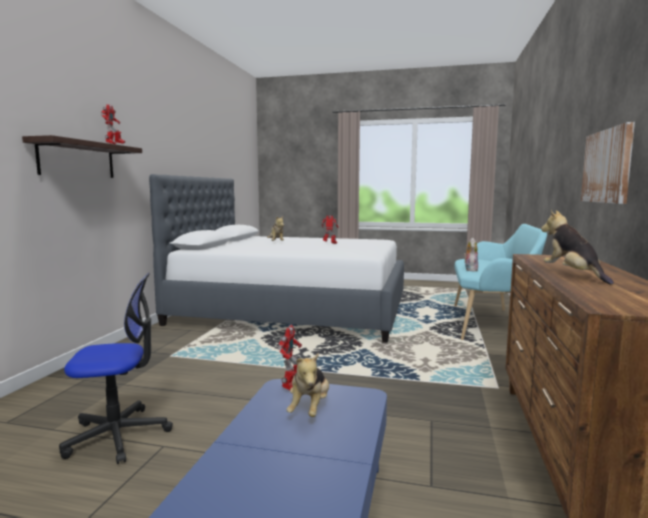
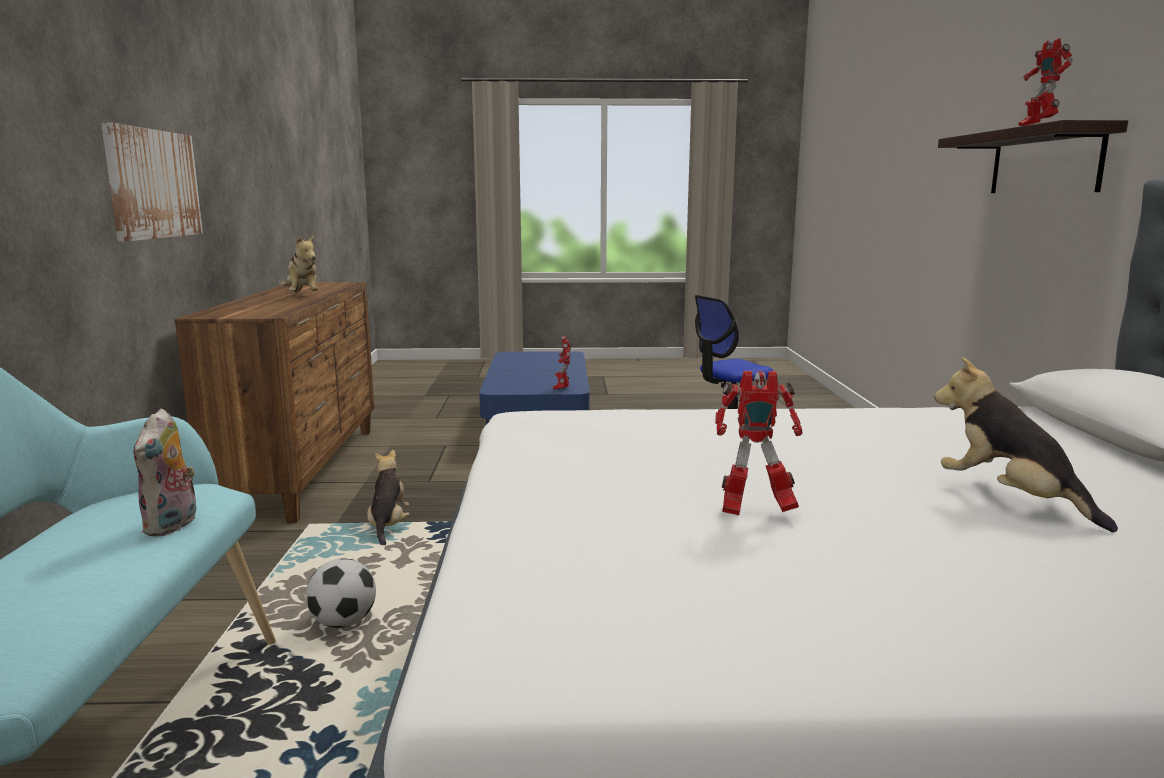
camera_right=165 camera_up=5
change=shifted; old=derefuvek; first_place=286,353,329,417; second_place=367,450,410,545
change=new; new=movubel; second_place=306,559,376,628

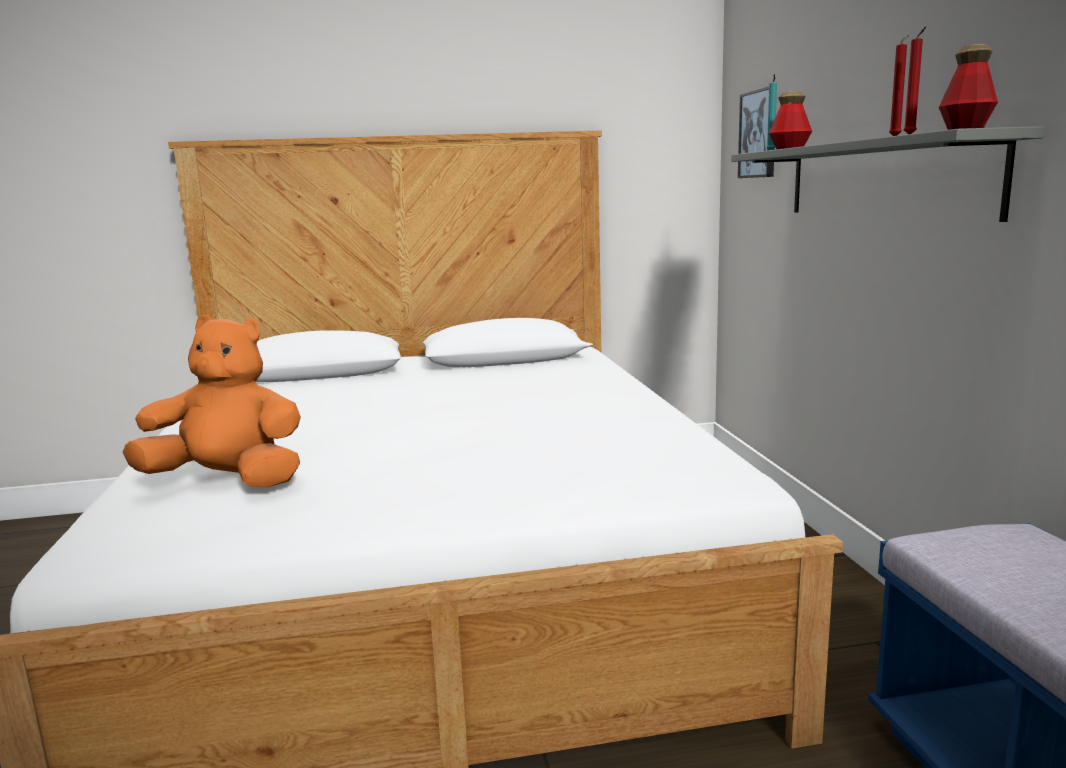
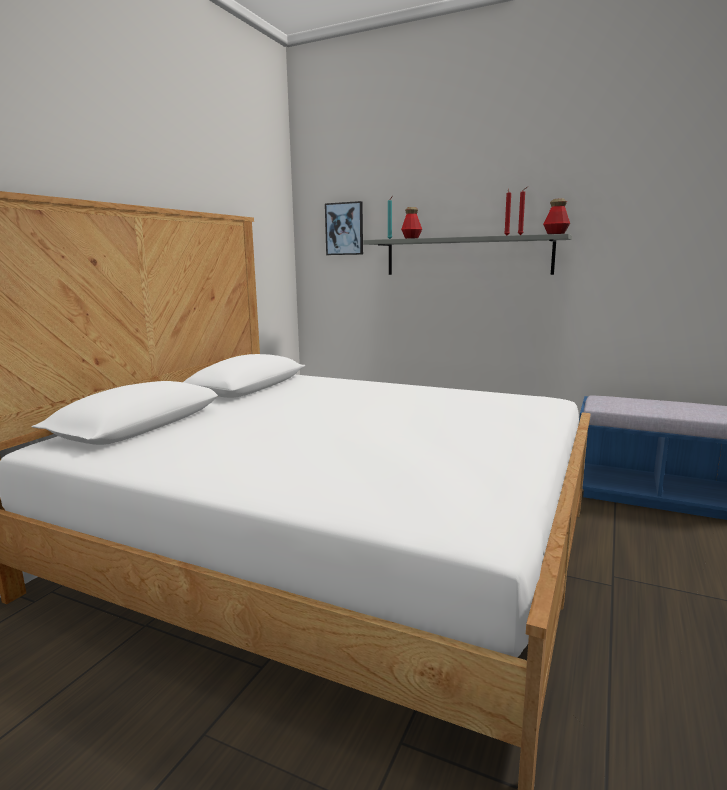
camera_right=-55 camera_up=0
change=gone; old=orange_derefuvek; first_place=123,315,301,488

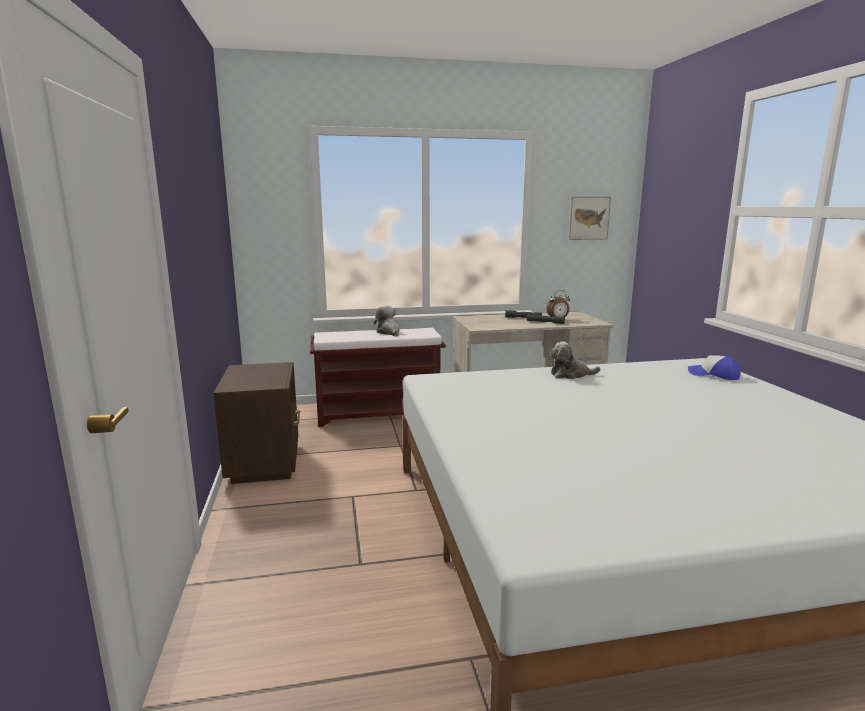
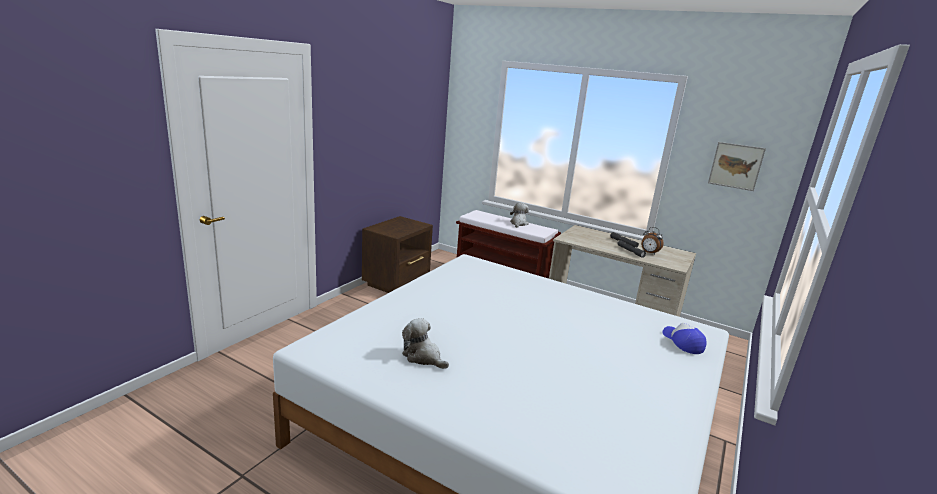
camera_right=40 camera_up=5
change=shifted; old=derefuvek; first_place=550,342,600,379; second_place=402,318,449,369

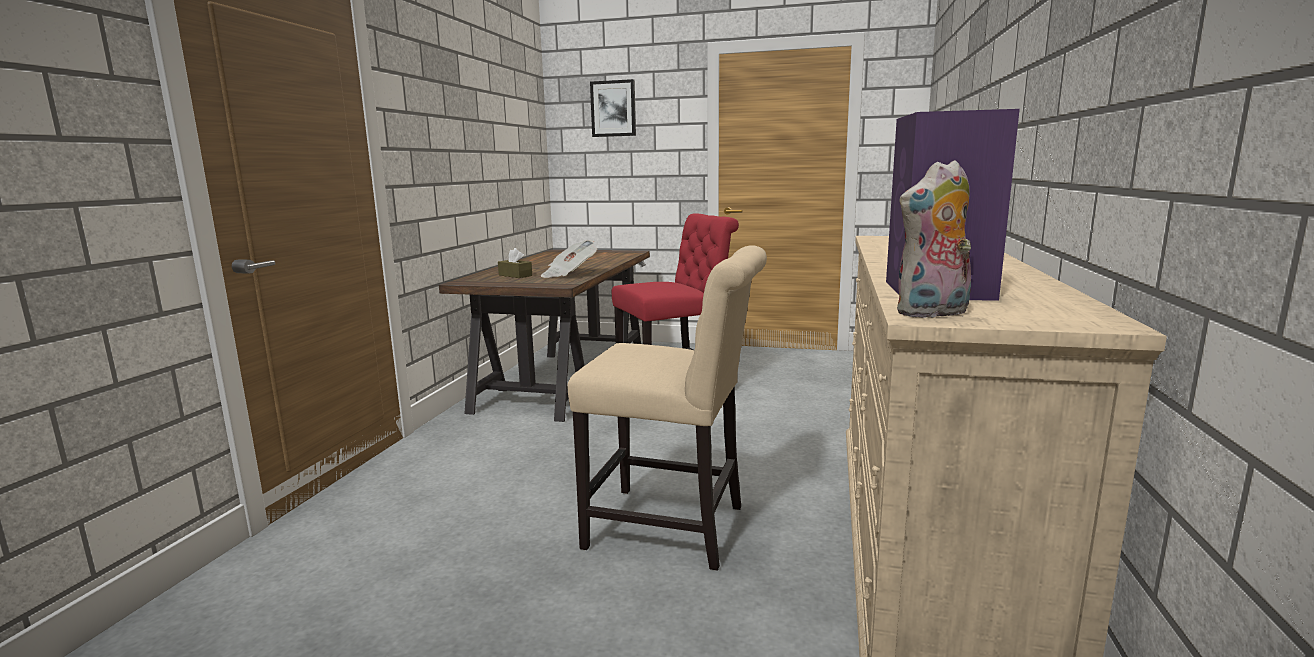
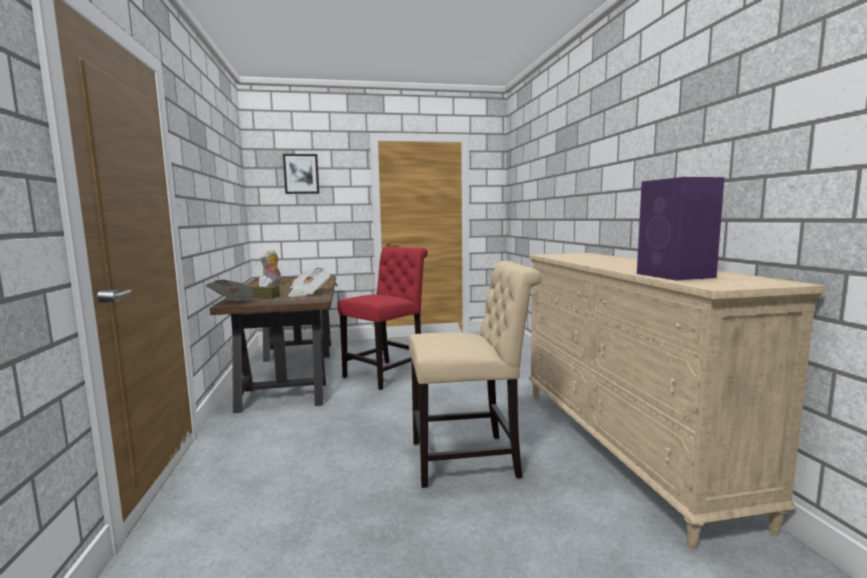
camera_right=-25 camera_up=-5
change=shifted; old=derefuvek; first_place=897,160,971,318; second_place=260,250,281,285
change=new; new=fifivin; second_place=206,280,256,299

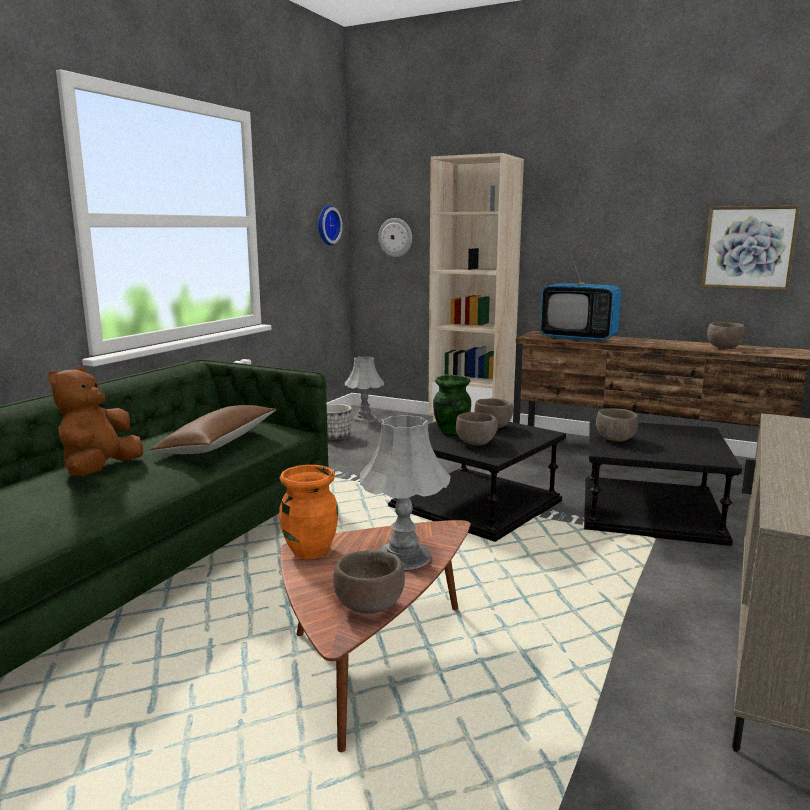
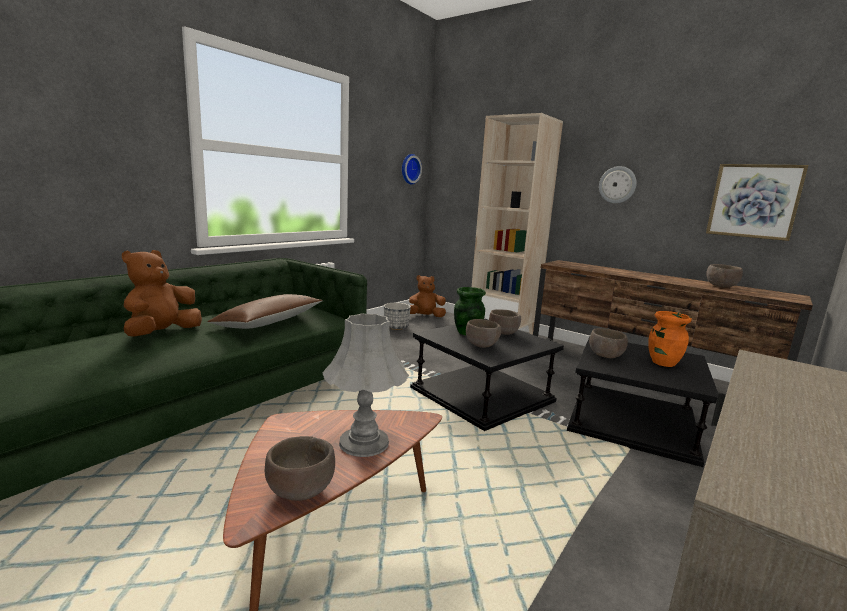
camera_right=10 camera_up=0
change=shifted; old=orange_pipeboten; first_place=279,465,338,559; second_place=648,311,692,367
change=swapped; old=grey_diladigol; new=brown_derefuvek; first_place=345,356,384,423; second_place=409,275,446,317
change=shifted; old=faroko; first_place=378,218,412,257; second_place=599,166,637,203
change=gone; old=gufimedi; first_place=540,248,622,342

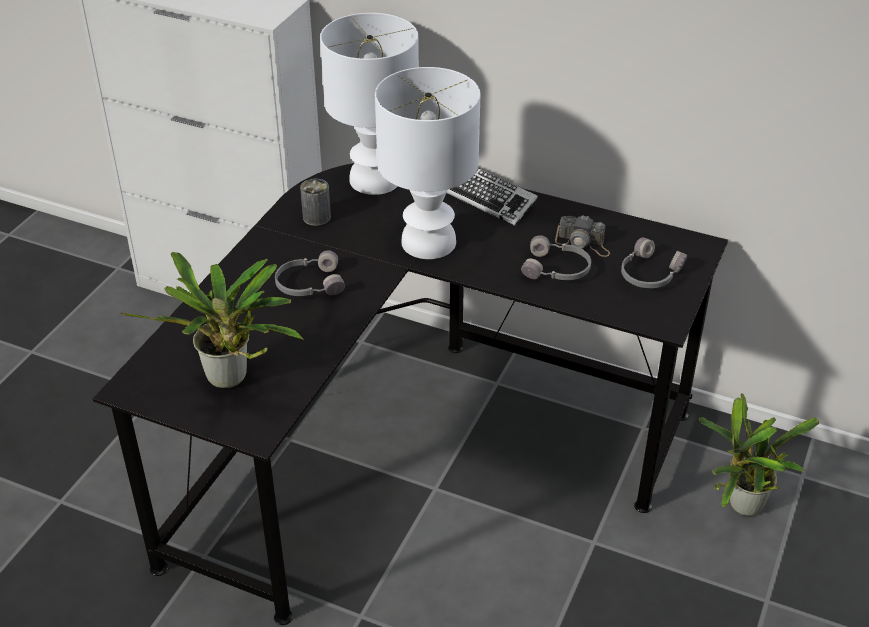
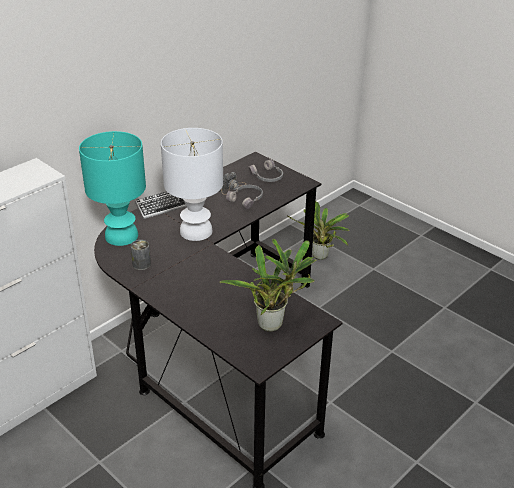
camera_right=-70 camera_up=-5
change=gone; old=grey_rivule; first_place=275,250,345,296
change=repainted; old=white_diladigol; new=turquoise_diladigol; first_place=320,13,419,195; second_place=79,131,146,246

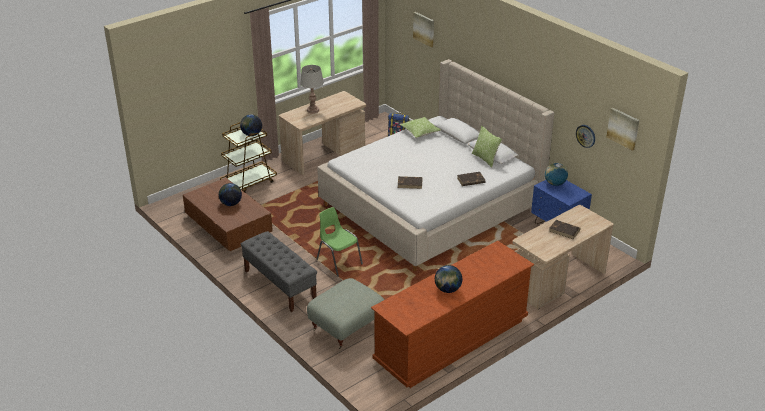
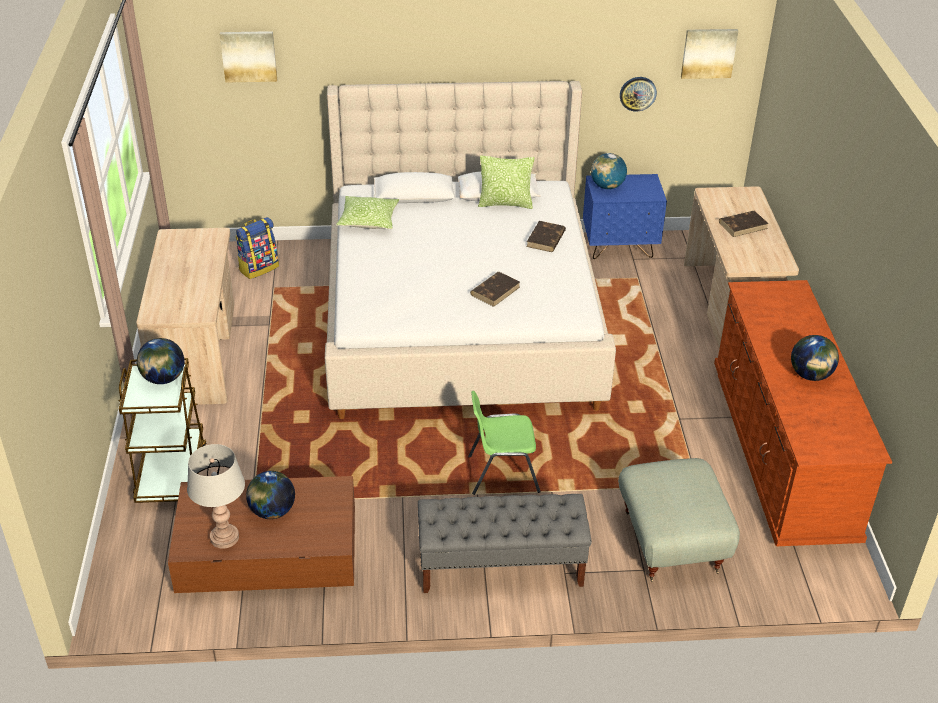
camera_right=-55 camera_up=5
change=shifted; old=grey_diladigol; first_place=300,65,324,114; second_place=187,444,245,549

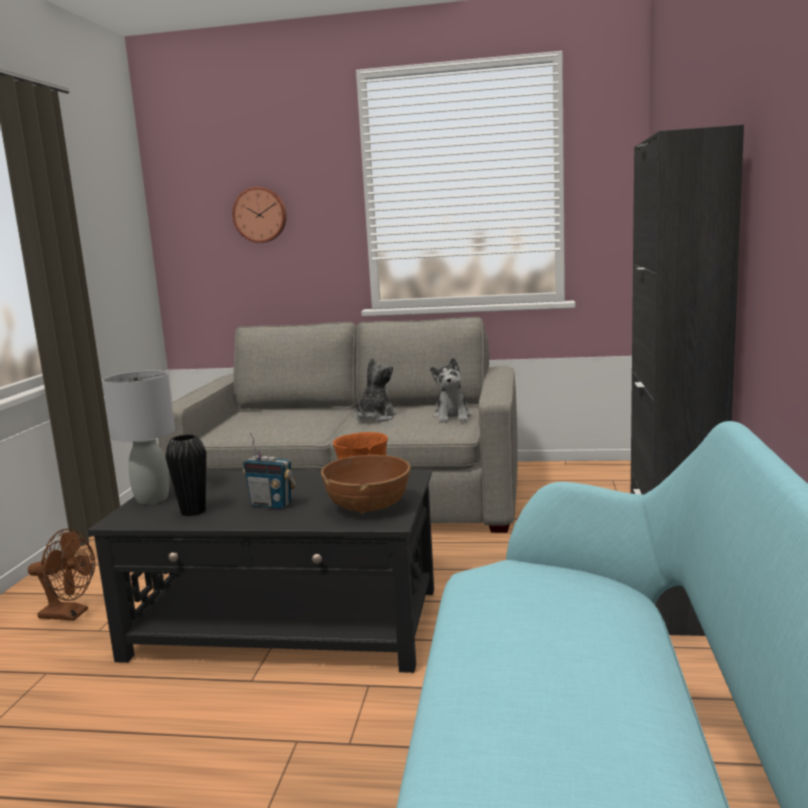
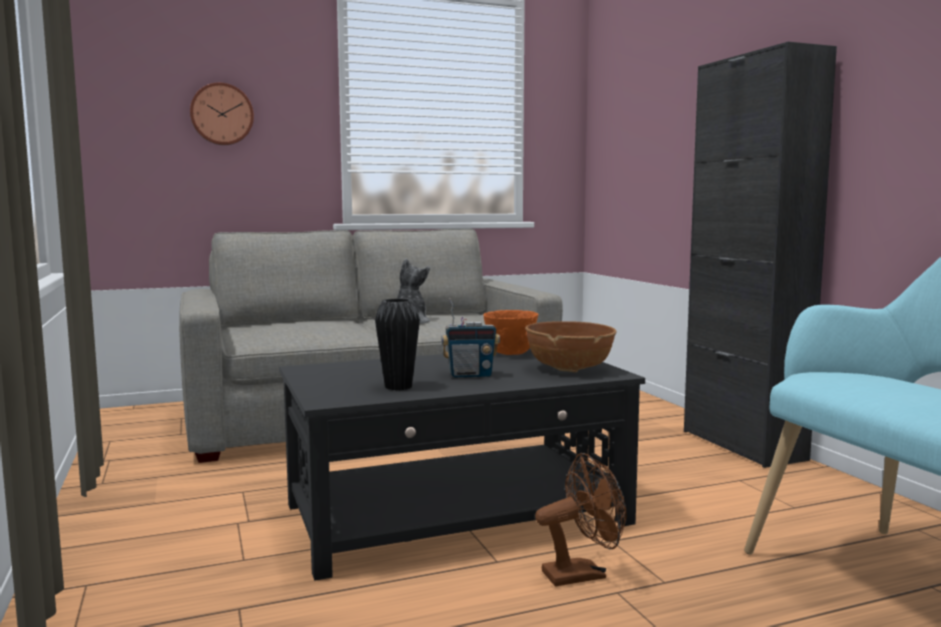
camera_right=-30 camera_up=-5
change=shifted; old=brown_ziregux; first_place=28,529,95,621; second_place=535,453,627,586
change=gone; old=grey_diladigol; first_place=102,370,175,504
change=gone; old=derefuvek; first_place=430,358,471,423

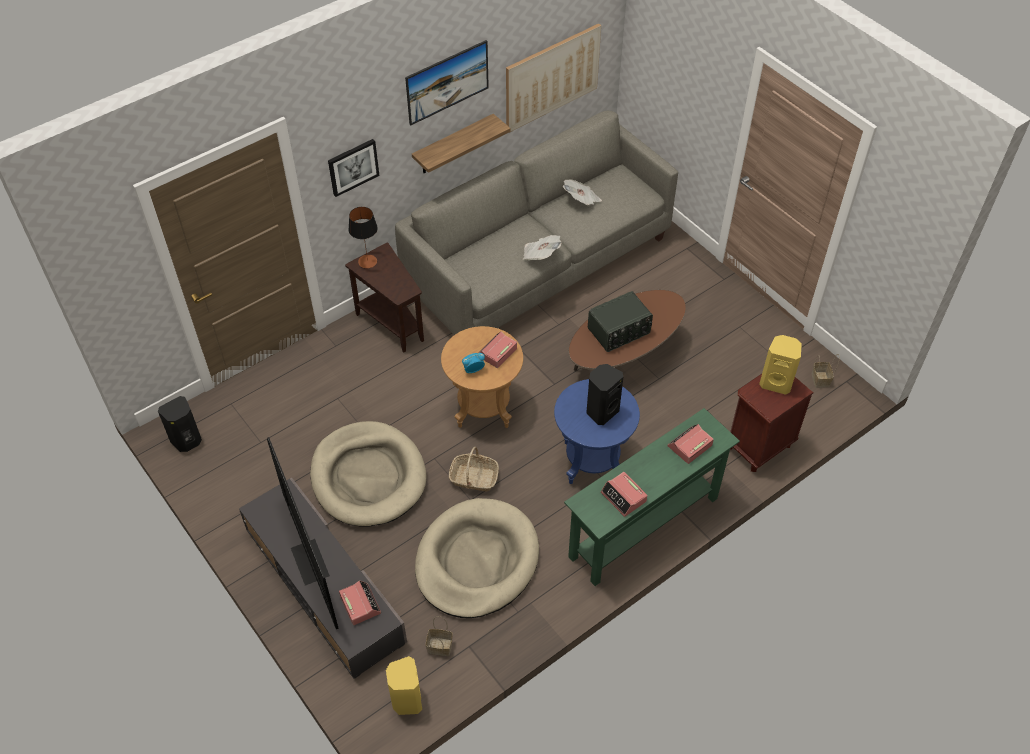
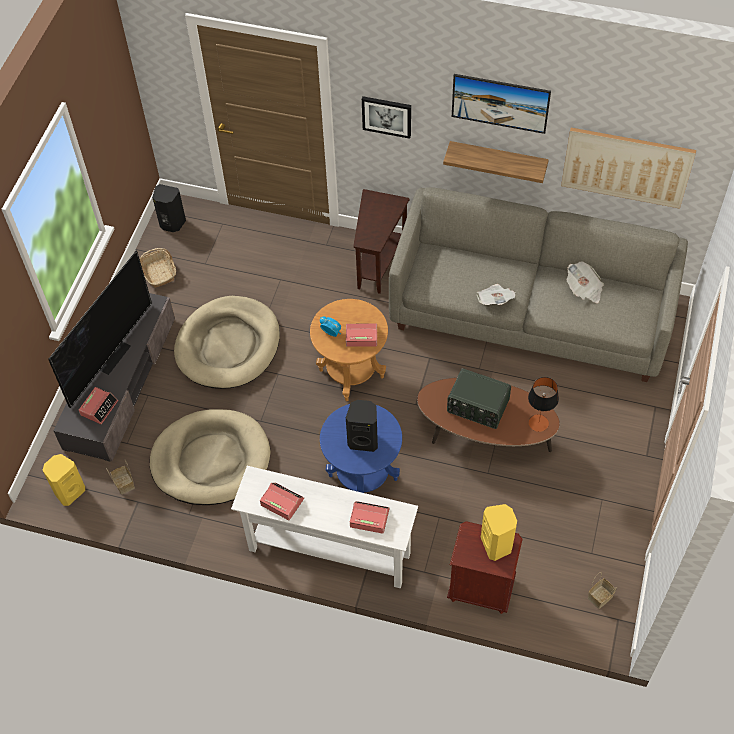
camera_right=55 camera_up=5
change=shifted; old=diladigol; first_place=348,207,378,268; second_place=528,377,559,432
change=shifted; old=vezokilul; first_place=449,447,499,492; second_place=139,248,176,288
change=repainted; old=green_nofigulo; new=white_nofigulo; first_place=564,408,740,586; second_place=231,466,418,588
change=rotated; old=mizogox; first_place=601,472,648,517; second_place=260,483,304,520; degrees=105

